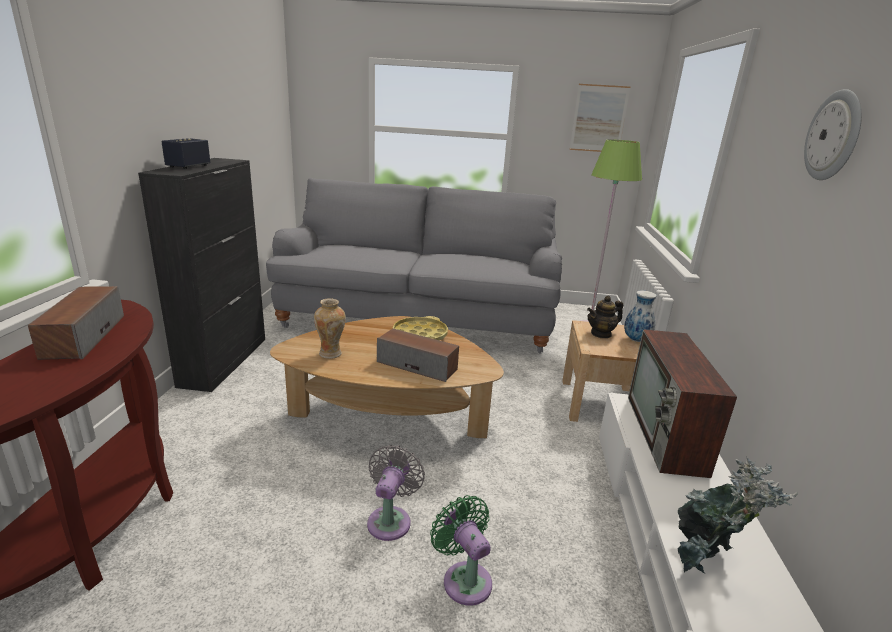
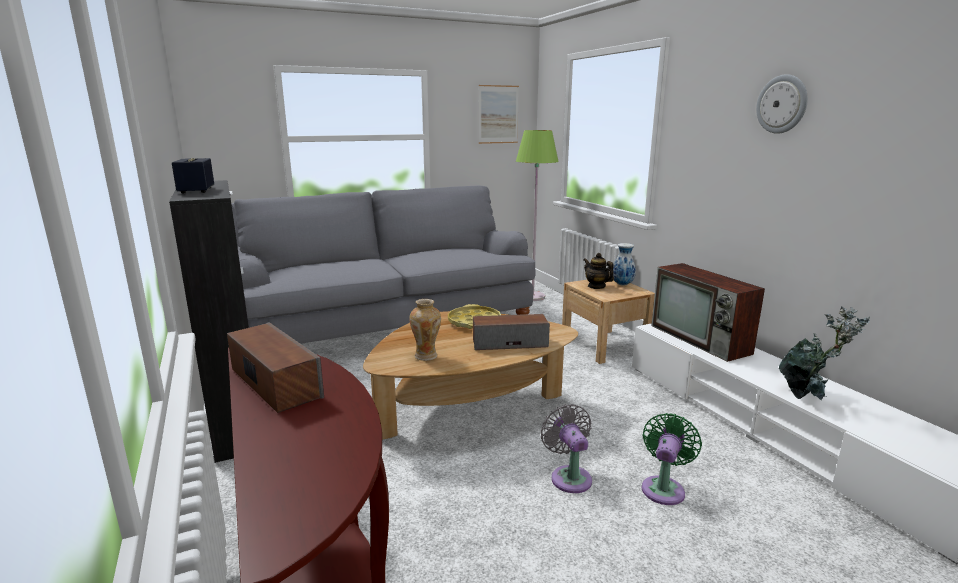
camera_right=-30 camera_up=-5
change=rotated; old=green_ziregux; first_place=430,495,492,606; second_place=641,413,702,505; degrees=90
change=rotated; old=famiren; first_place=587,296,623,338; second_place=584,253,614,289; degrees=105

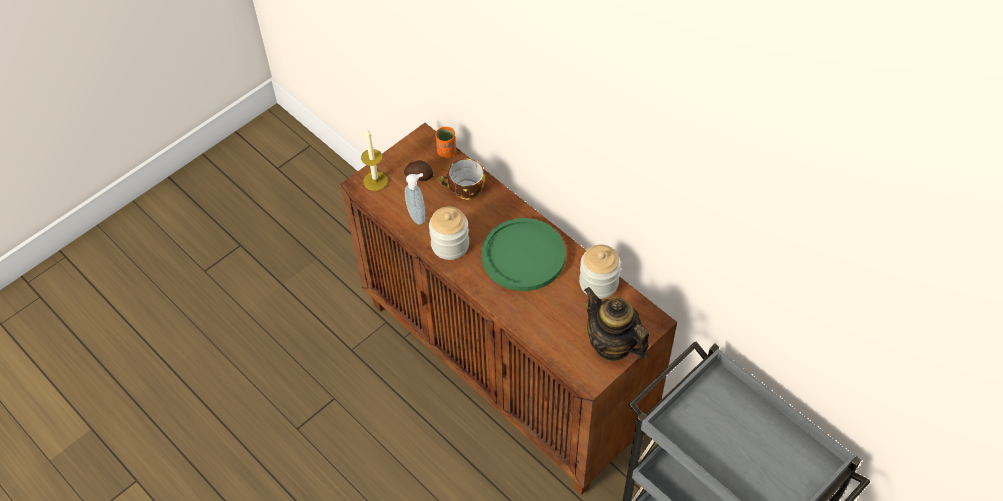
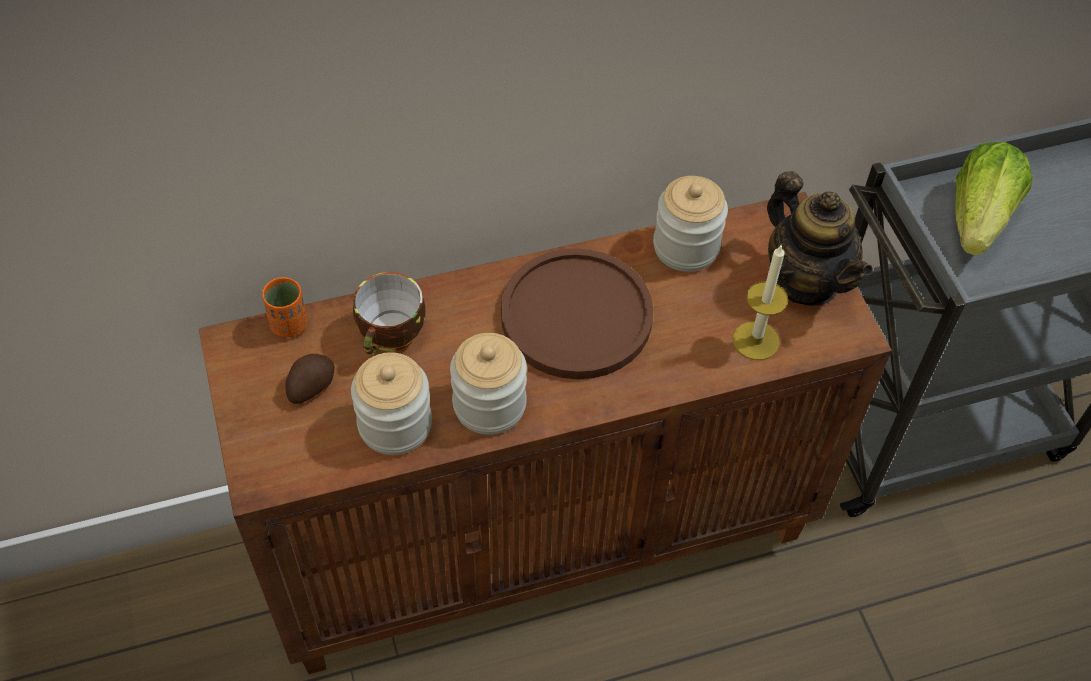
camera_right=-65 camera_up=0
change=shifted; old=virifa; first_place=361,129,388,191; second_place=733,244,788,360
change=swapped; old=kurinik; new=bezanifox; first_place=405,173,425,225; second_place=351,352,432,455
change=repainted; old=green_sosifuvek; new=brown_sosifuvek; first_place=482,218,566,291; second_place=501,248,653,379
change=rotated; old=famiren; first_place=584,287,649,361; second_place=767,171,873,306; degrees=-105
change=new; new=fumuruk; second_place=955,142,1033,256

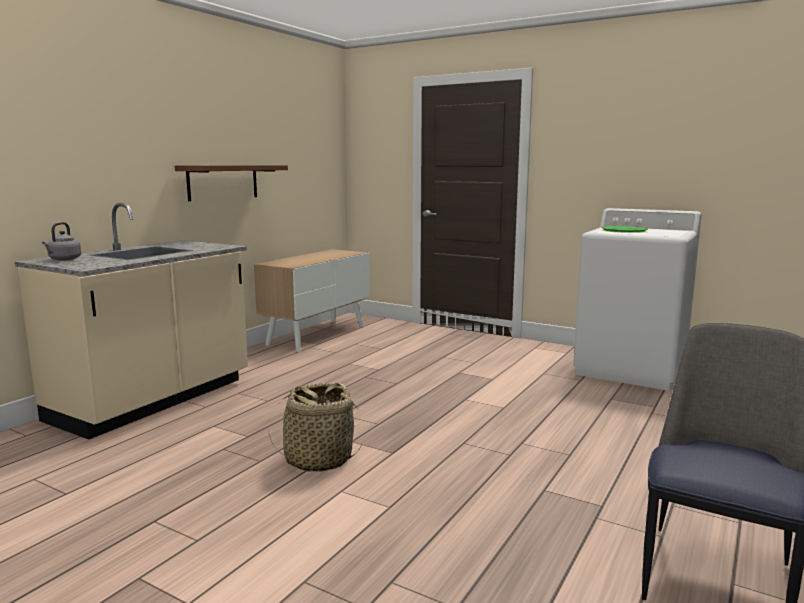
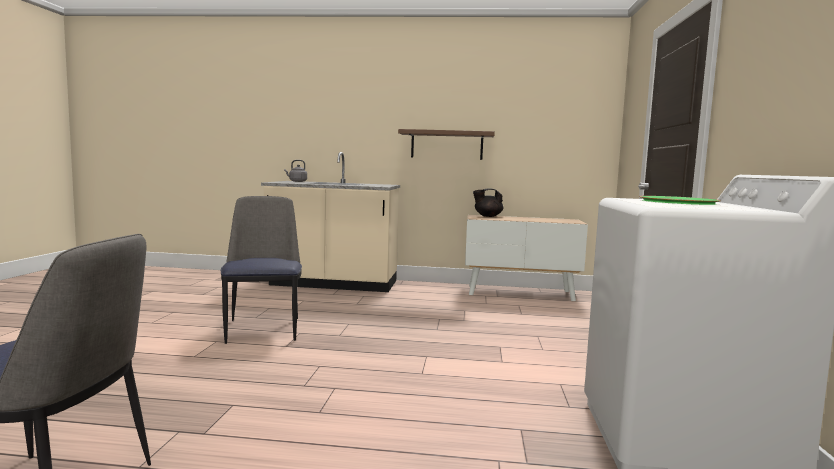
camera_right=65 camera_up=-5
change=swapped; old=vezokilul; new=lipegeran; first_place=268,383,361,472; second_place=221,196,302,344
change=new; new=black_famiren; second_place=473,188,503,217

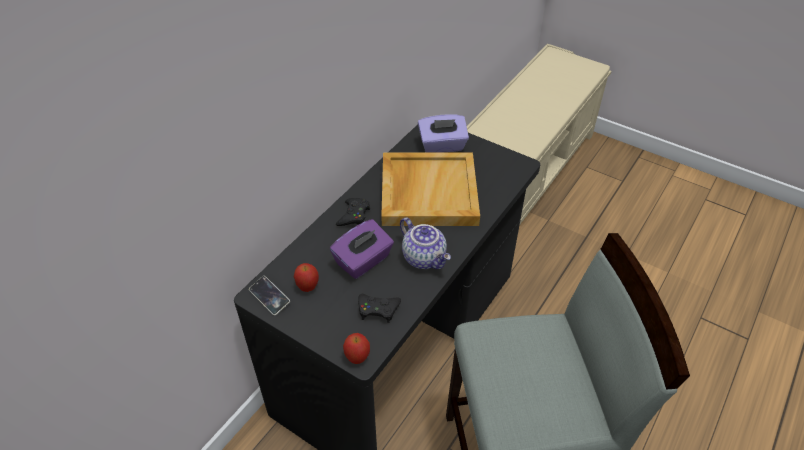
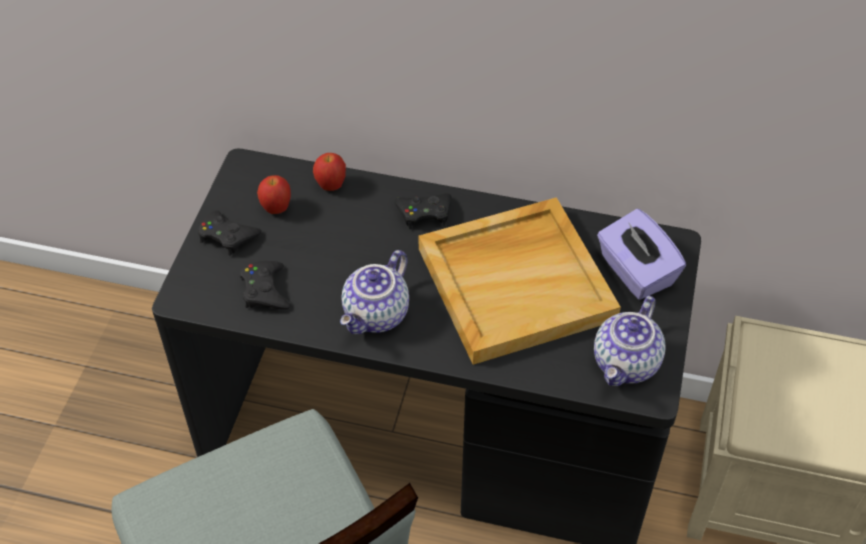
camera_right=70 camera_up=5
change=gone; old=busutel; first_place=249,276,290,316
change=gone; old=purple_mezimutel; first_place=330,219,394,279
change=shifted; old=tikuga; first_place=343,333,370,364; second_place=313,153,346,191
change=new; new=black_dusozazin; second_place=198,210,262,256
change=new; new=famiren; second_place=594,296,665,386

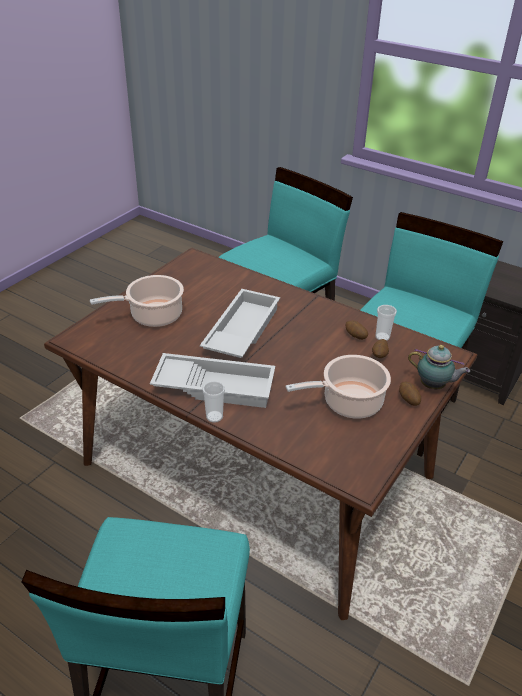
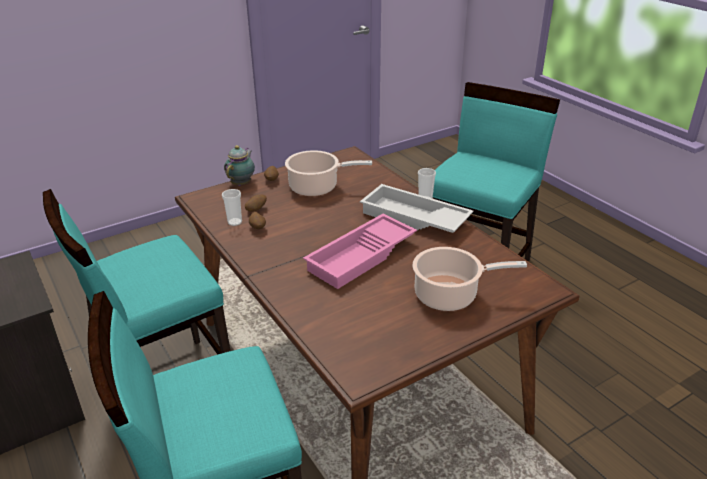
camera_right=-155 camera_up=-5
change=repainted; old=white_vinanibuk; new=pink_vinanibuk; first_place=200,289,280,358; second_place=303,214,417,289
change=rotated; old=famiren; first_place=408,345,470,389; second_place=224,145,255,186; degrees=60

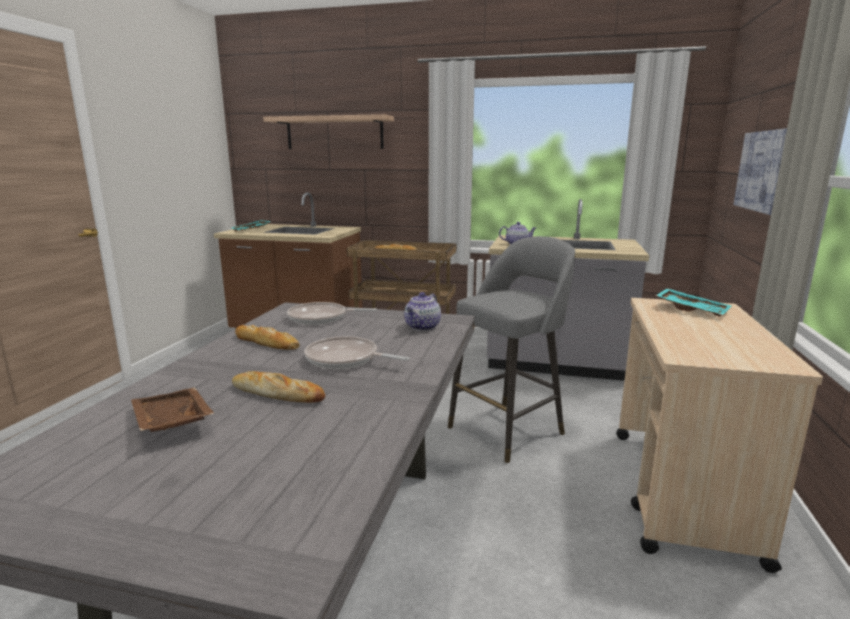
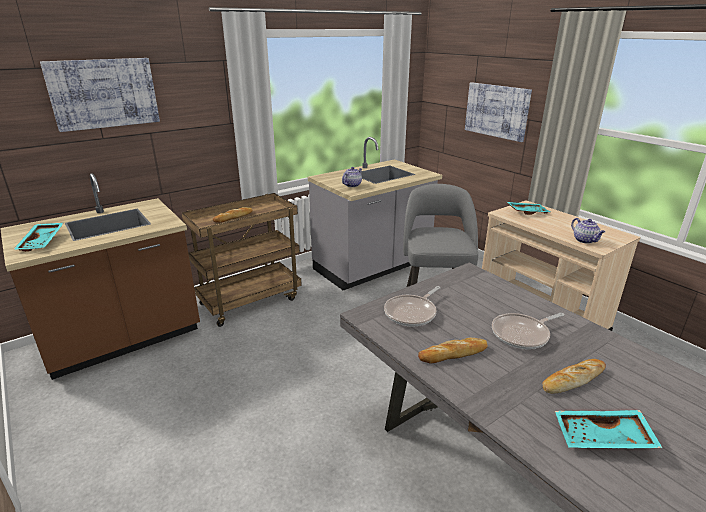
camera_right=-50 camera_up=10
change=repainted; old=brown_vinanibuk; new=turquoise_vinanibuk; first_place=131,388,215,432; second_place=555,410,662,449
change=swapped; old=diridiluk; new=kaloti; first_place=263,114,394,149; second_place=40,58,160,132
change=shifted; old=famiren; first_place=404,292,441,331; second_place=571,218,605,244

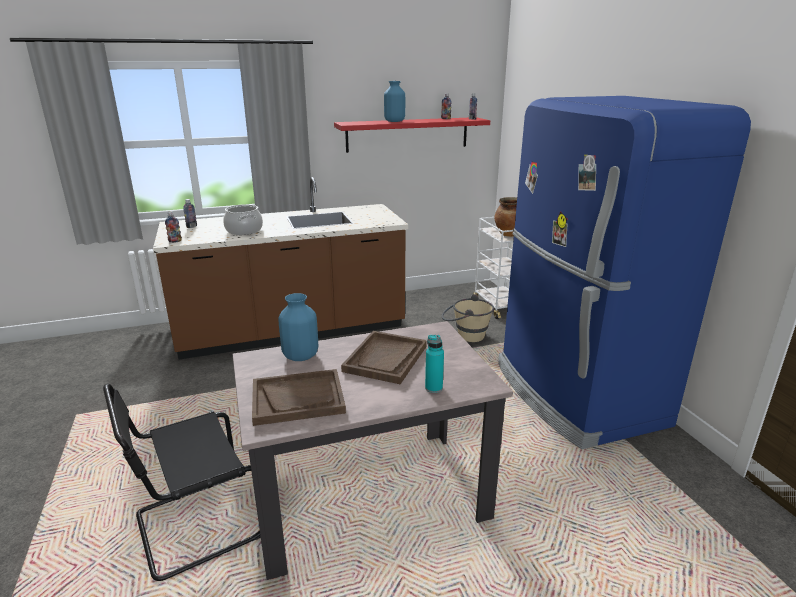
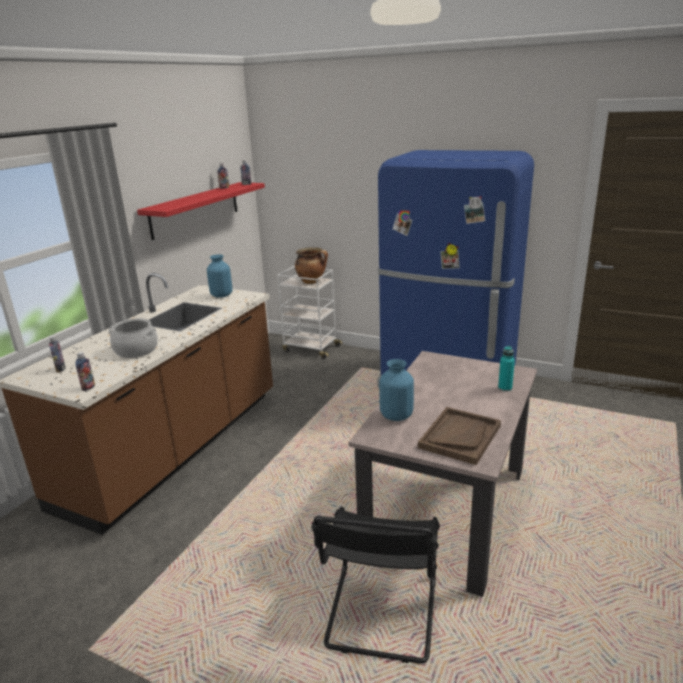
camera_right=-45 camera_up=0
change=gone; old=brown_vinanibuk; first_place=341,331,427,384
change=shifted; old=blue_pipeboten; first_place=384,81,405,122; second_place=207,254,232,298
change=gone; old=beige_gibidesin; first_place=441,294,494,342

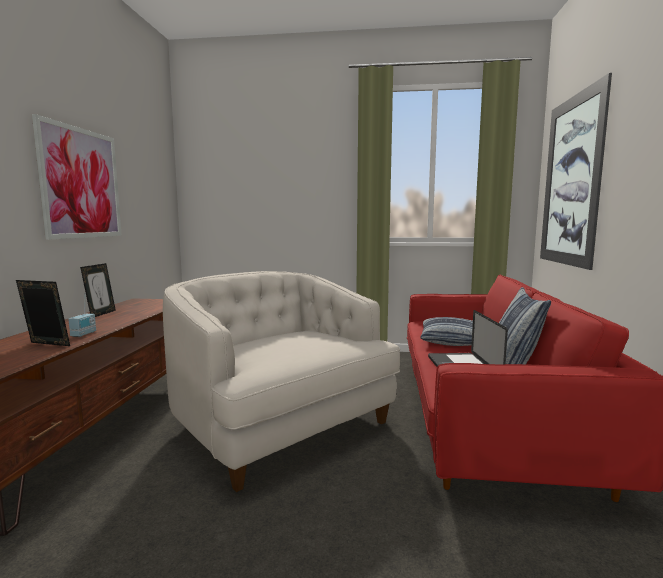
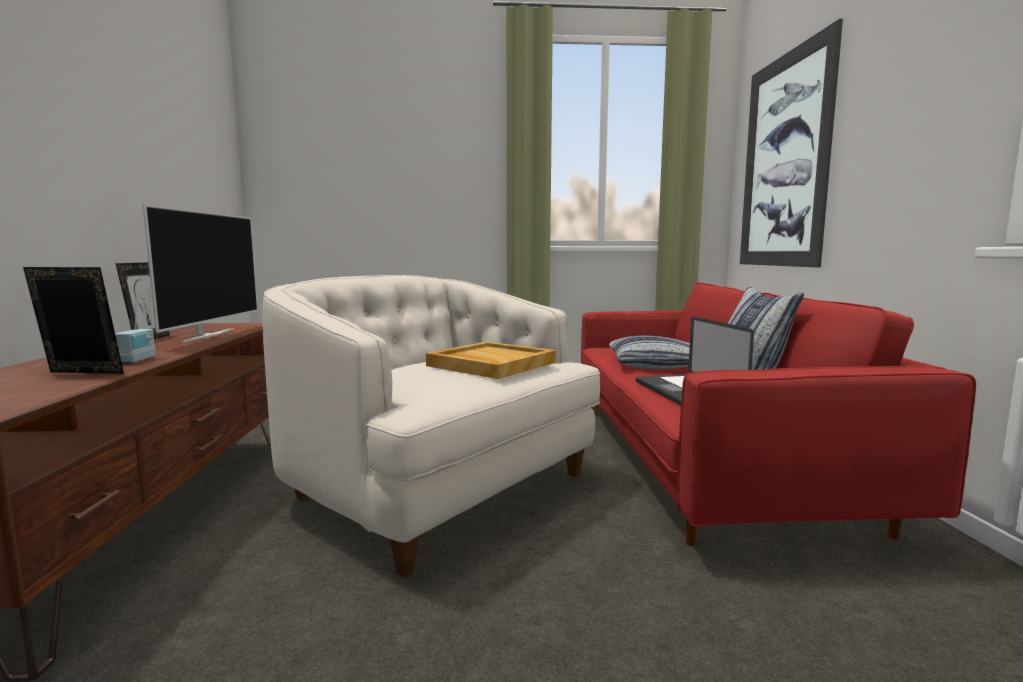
camera_right=-10 camera_up=0
change=gone; old=kaloti; first_place=32,114,122,240
change=new; new=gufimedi; second_place=142,204,258,343
change=new; new=beige_vinanibuk; second_place=426,341,556,379

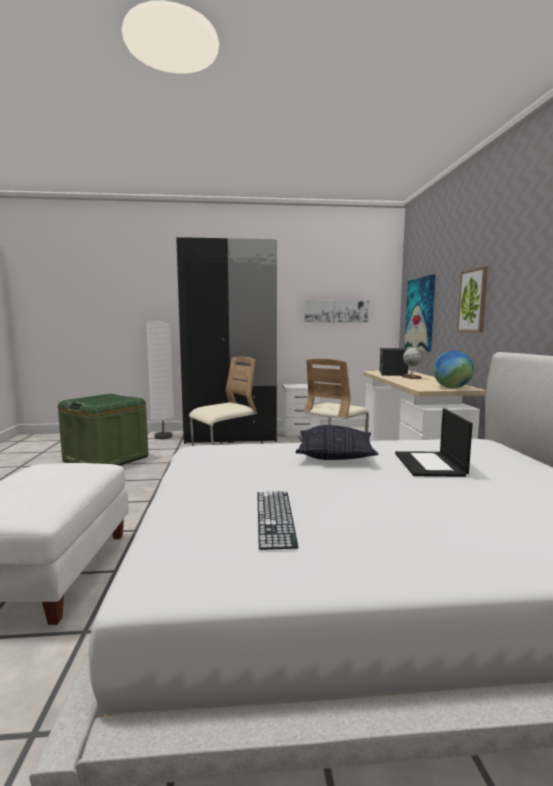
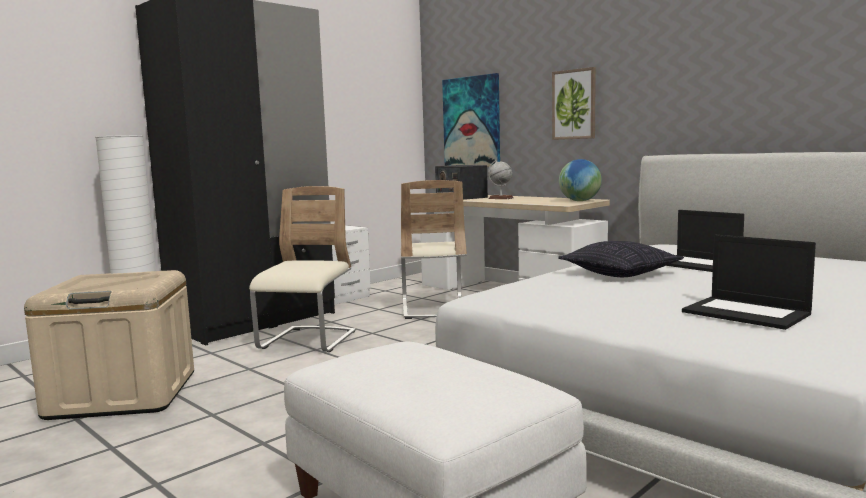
camera_right=-40 camera_up=0
change=repainted; old=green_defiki; new=beige_defiki; first_place=58,394,148,466; second_place=24,270,194,420
change=swapped; old=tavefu; new=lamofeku; first_place=257,491,298,550; second_place=682,235,816,330
change=gone; old=kaloti; first_place=304,300,369,322

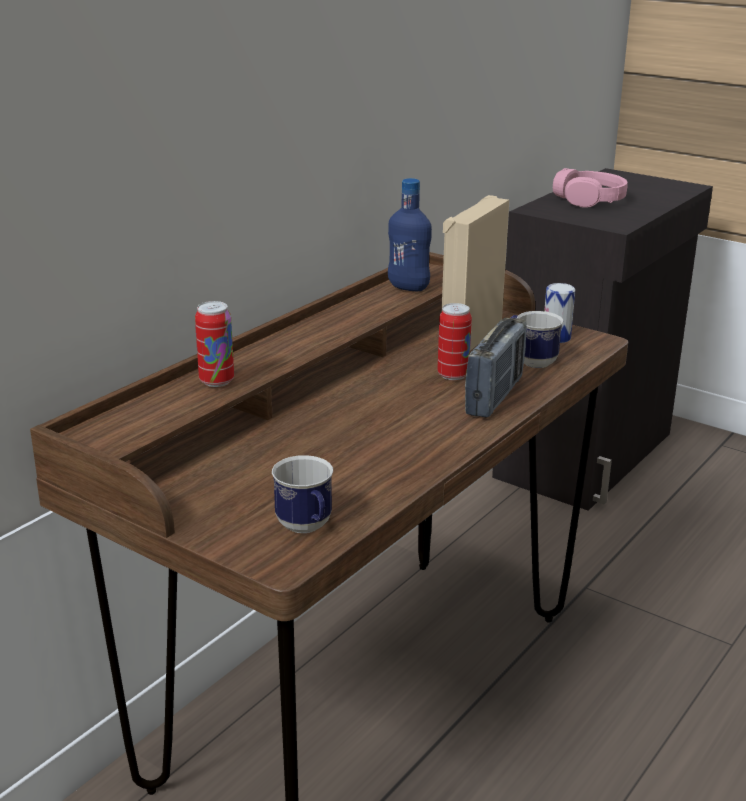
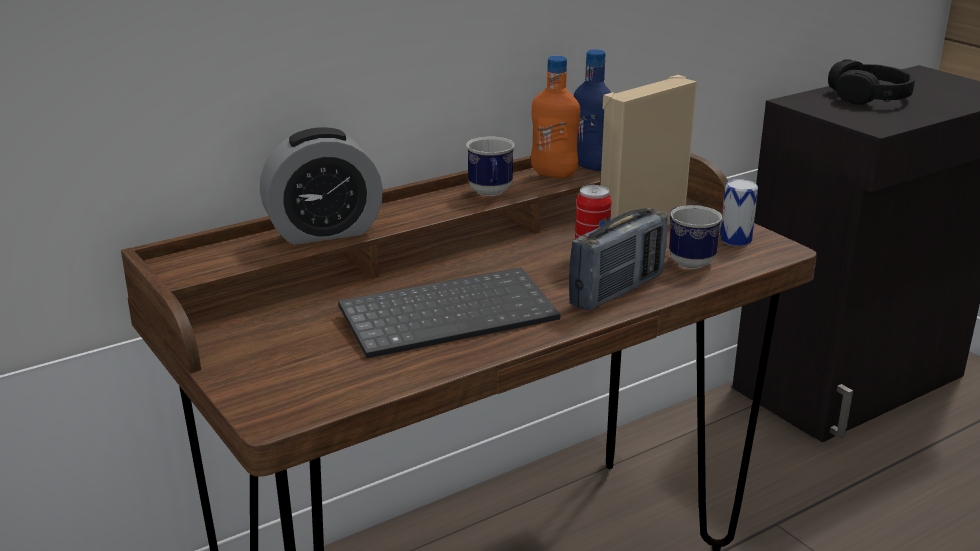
camera_right=20 camera_up=0
change=swapped; old=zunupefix; new=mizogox; first_place=195,301,234,387; second_place=260,127,383,245
change=shifted; old=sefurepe; first_place=272,455,333,533; second_place=466,136,515,196
change=repainted; old=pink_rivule; new=black_rivule; first_place=553,168,628,208; second_place=828,59,915,105
change=new; new=tavefu; second_place=338,267,561,358
change=new; new=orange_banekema; second_place=531,56,580,178

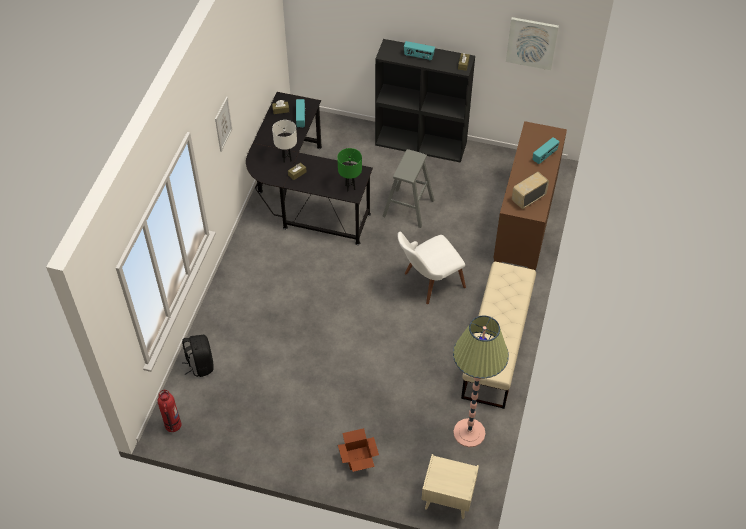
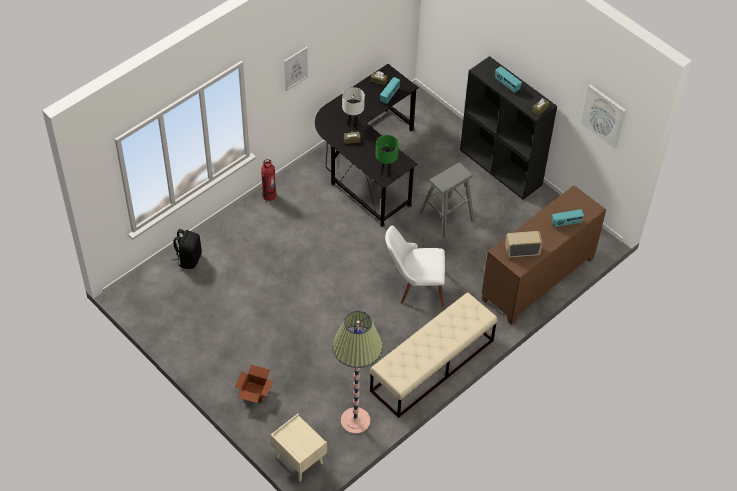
camera_right=30 camera_up=0
change=shifted; old=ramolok; first_place=158,390,182,432; second_place=261,159,276,201

